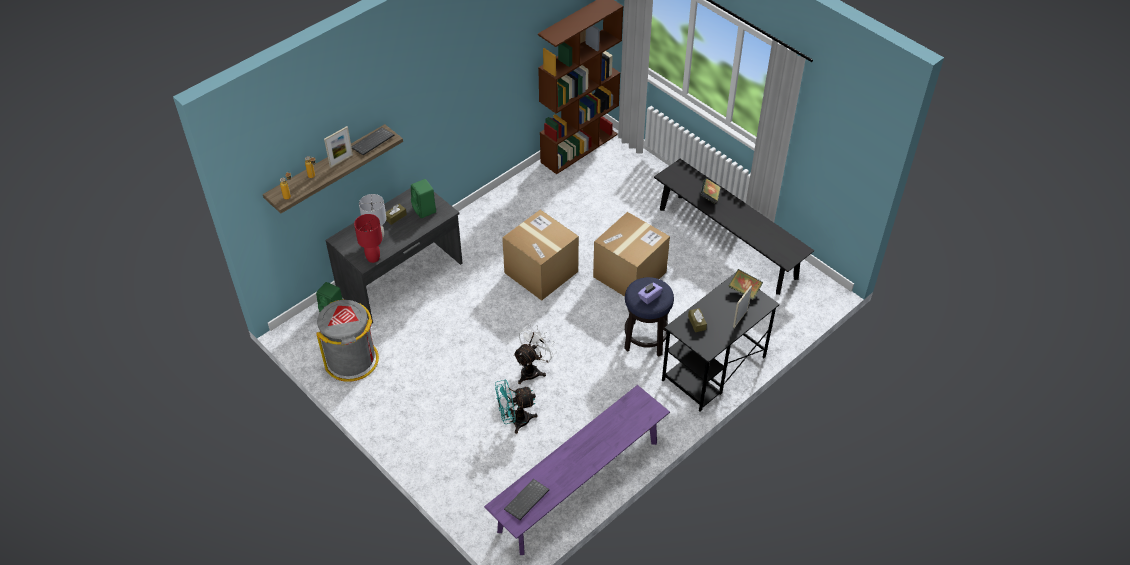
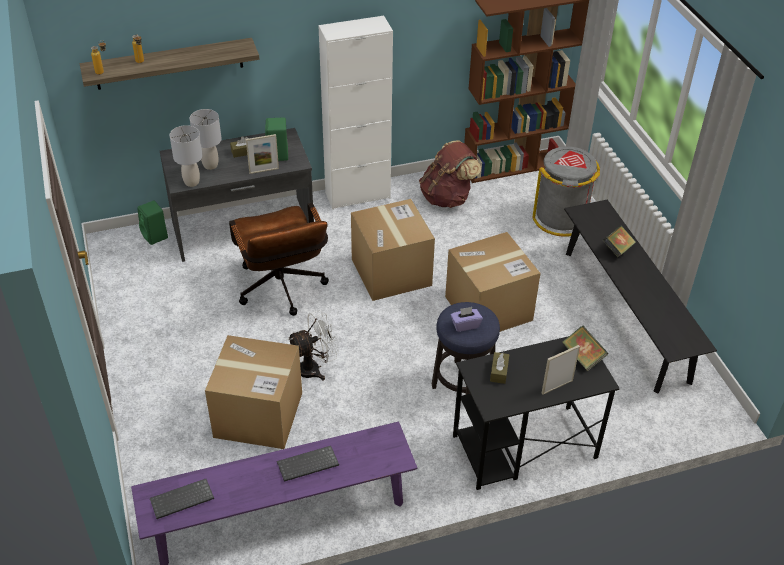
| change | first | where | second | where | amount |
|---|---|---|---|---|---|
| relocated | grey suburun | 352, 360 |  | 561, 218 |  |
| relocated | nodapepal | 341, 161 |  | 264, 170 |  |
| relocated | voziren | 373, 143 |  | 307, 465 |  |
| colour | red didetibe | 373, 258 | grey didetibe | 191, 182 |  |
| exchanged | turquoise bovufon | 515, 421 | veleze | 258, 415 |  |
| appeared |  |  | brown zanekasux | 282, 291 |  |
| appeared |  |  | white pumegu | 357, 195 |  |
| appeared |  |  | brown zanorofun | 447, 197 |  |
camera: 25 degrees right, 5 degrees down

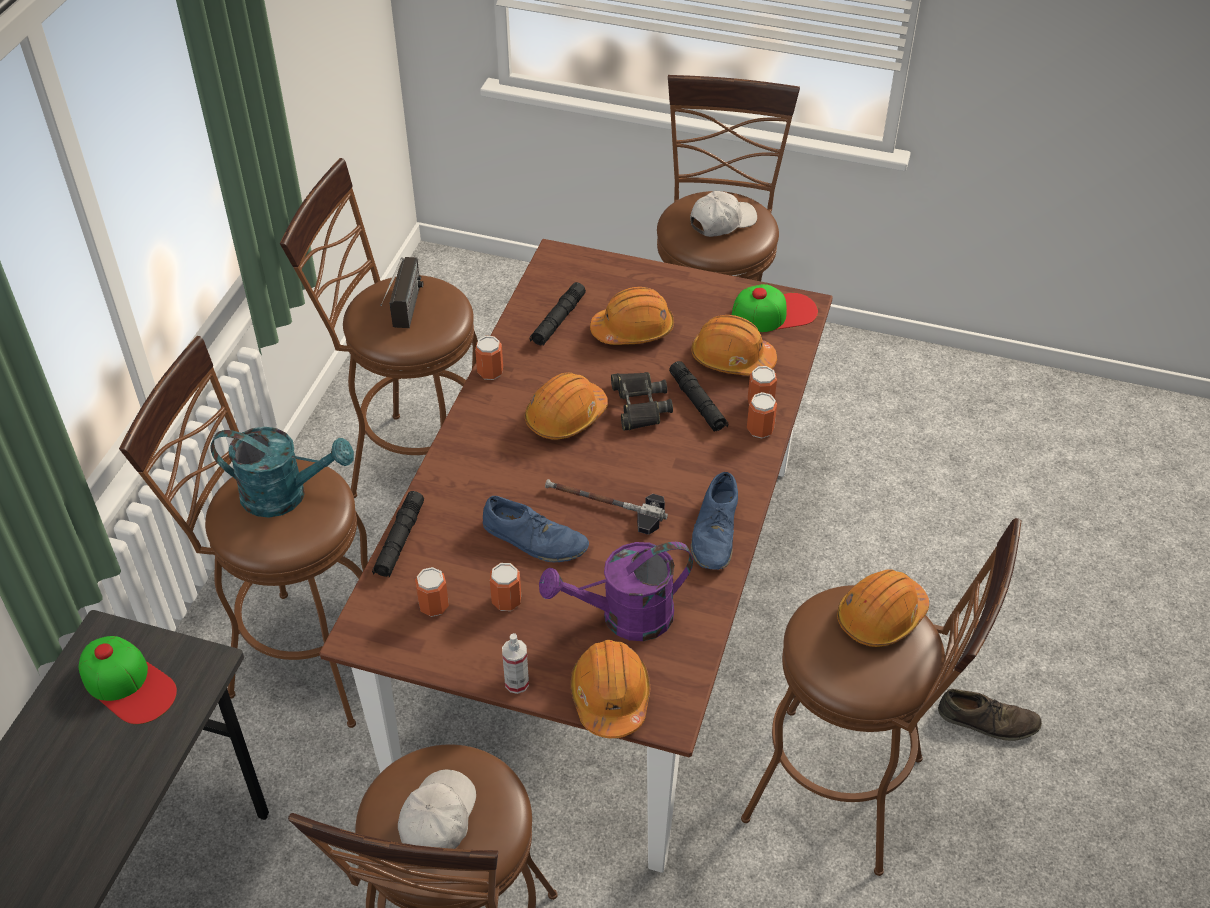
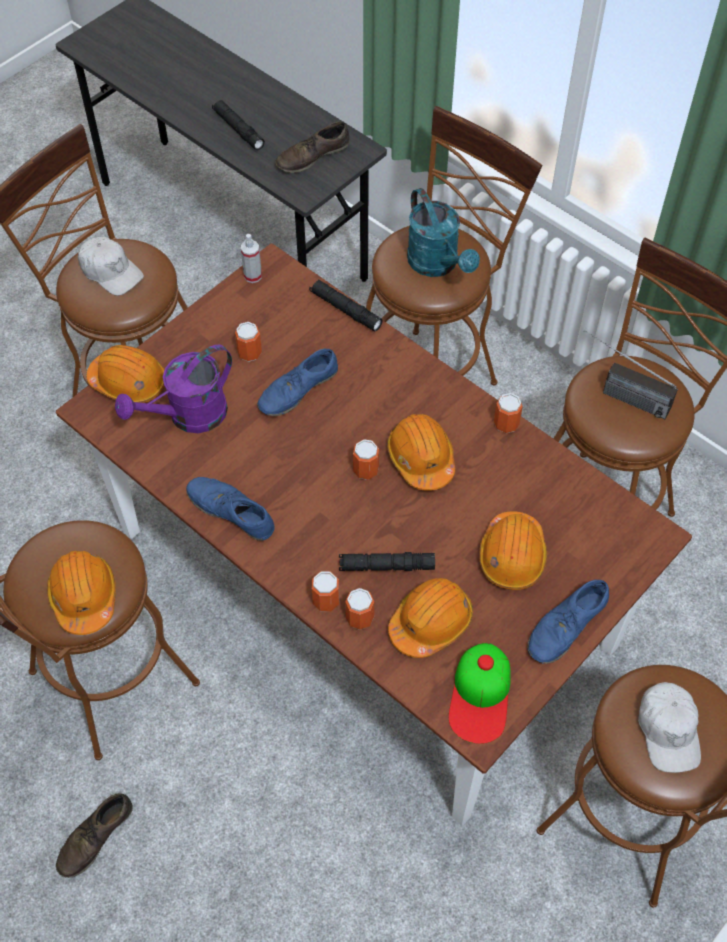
| change | first | where | second | where | amount |
|---|---|---|---|---|---|
| exchanged | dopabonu | 128, 684 | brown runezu | 312, 156 |  |
| spun | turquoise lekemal | 286, 495 |  | 437, 265 | 60 degrees counterclockwise |
| relocated | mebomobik | 434, 606 |  | 366, 470 |  |
| relocated | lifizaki | 517, 683 |  | 253, 276 |  |
| relocated | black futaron | 558, 320 |  | 238, 129 |  |
| spun | purple lekemal | 624, 618 |  | 188, 417 | 135 degrees counterclockwise |
| missing | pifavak | 604, 506 |  |  |  |
| missing | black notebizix | 639, 405 |  |  |  |
| appeared |  |  | blue runezu | 566, 626 |  |
camera: 115 degrees right, 10 degrees up

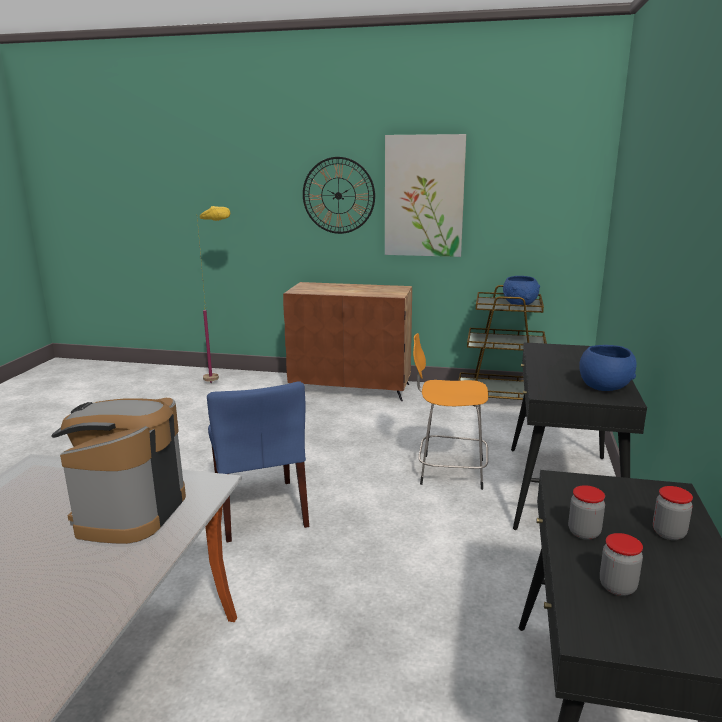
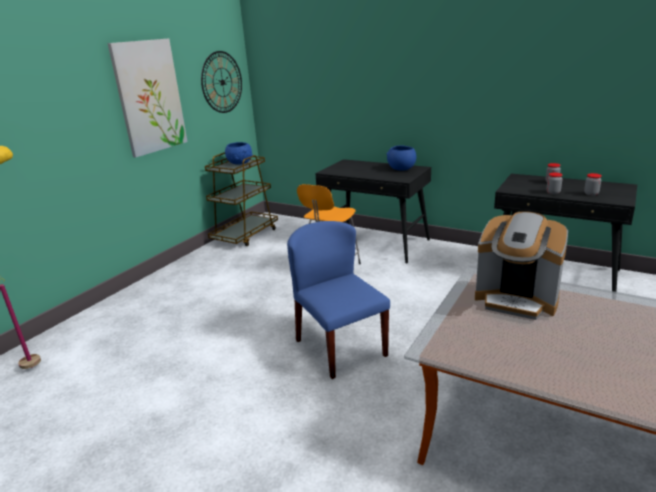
| change | first | where | second | where | amount |
|---|---|---|---|---|---|
| spun | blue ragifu | 261, 510 |  | 340, 347 | 120 degrees counterclockwise |
| missing | brown pumegu | 351, 388 |  |  |  |
| relocated | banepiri | 338, 195 |  | 222, 82 |  |
camera: 70 degrees left, 5 degrees up

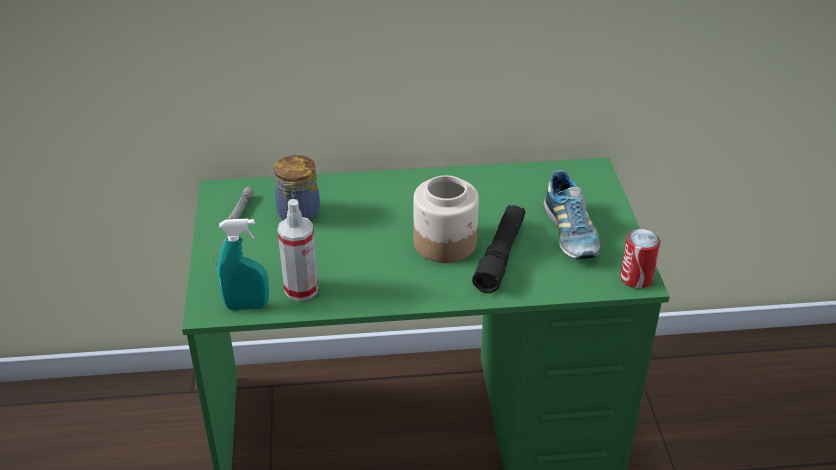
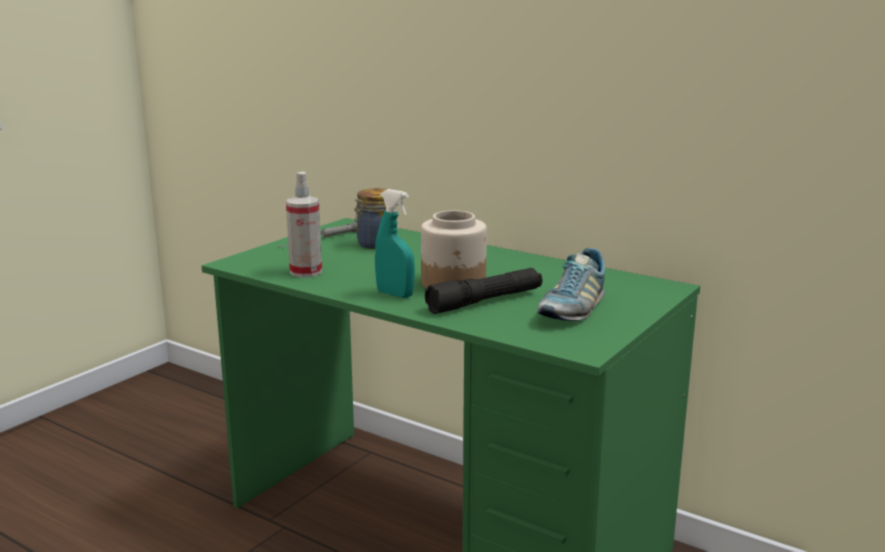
| change | first | where | second | where | amount |
|---|---|---|---|---|---|
| relocated | turquoise lifizaki | 247, 306 |  | 395, 294 |  |
| missing | mebomobik | 636, 278 |  |  |  |
camera: 40 degrees right, 20 degrees down

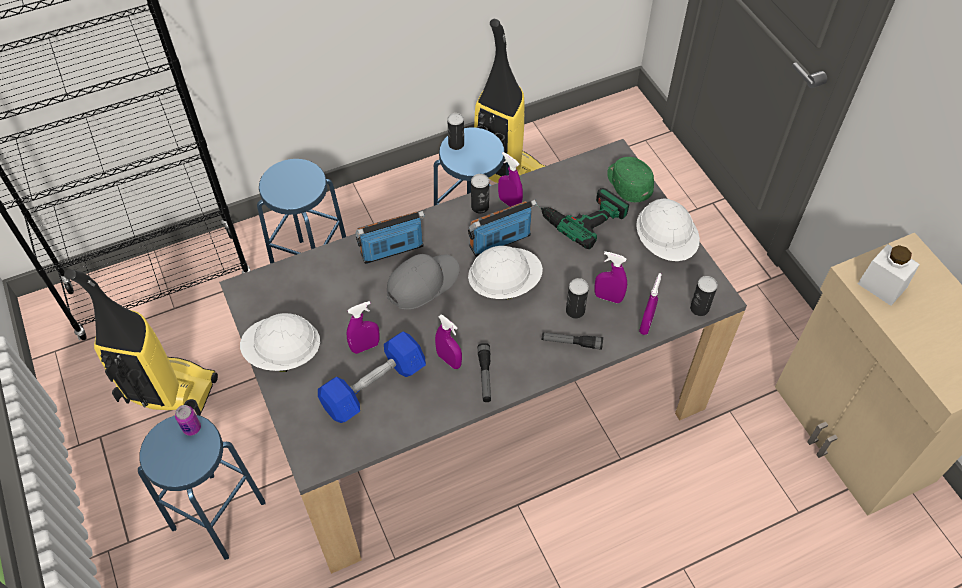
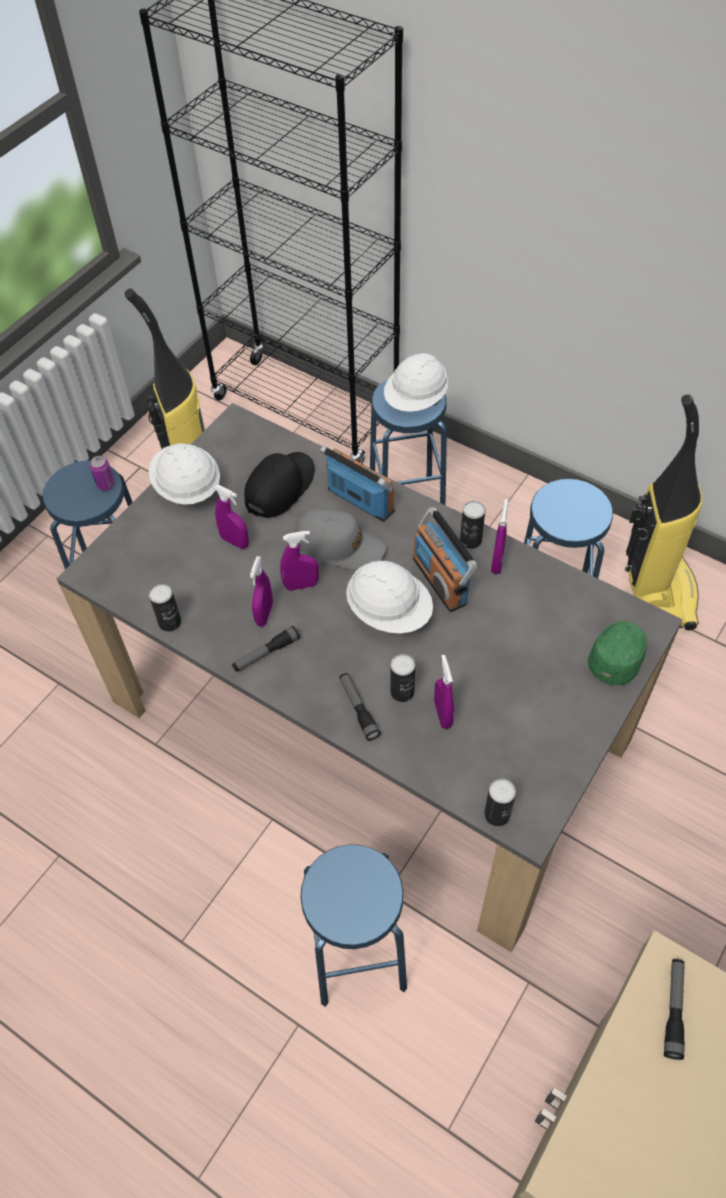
| change | first | where | second | where | amount |
|---|---|---|---|---|---|
| missing | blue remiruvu | 374, 386 |  |  |  |
| relocated | mebomobik | 456, 144 |  | 169, 622 |  |
| spun | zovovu | 500, 241 |  | 440, 580 | 150 degrees counterclockwise |
| missing | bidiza | 577, 213 |  |  |  |
| relocated | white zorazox | 665, 243 |  | 416, 400 |  |
| relocated | purple lifizaki | 646, 324 |  | 301, 585 |  |
| exchanged | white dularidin | 882, 285 | futaron | 673, 1010 |  |
| appeared |  |  | black dopabonu | 280, 487 |  |
| appeared |  |  | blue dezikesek | 357, 955 |  |
camera: 60 degrees right, 0 degrees up

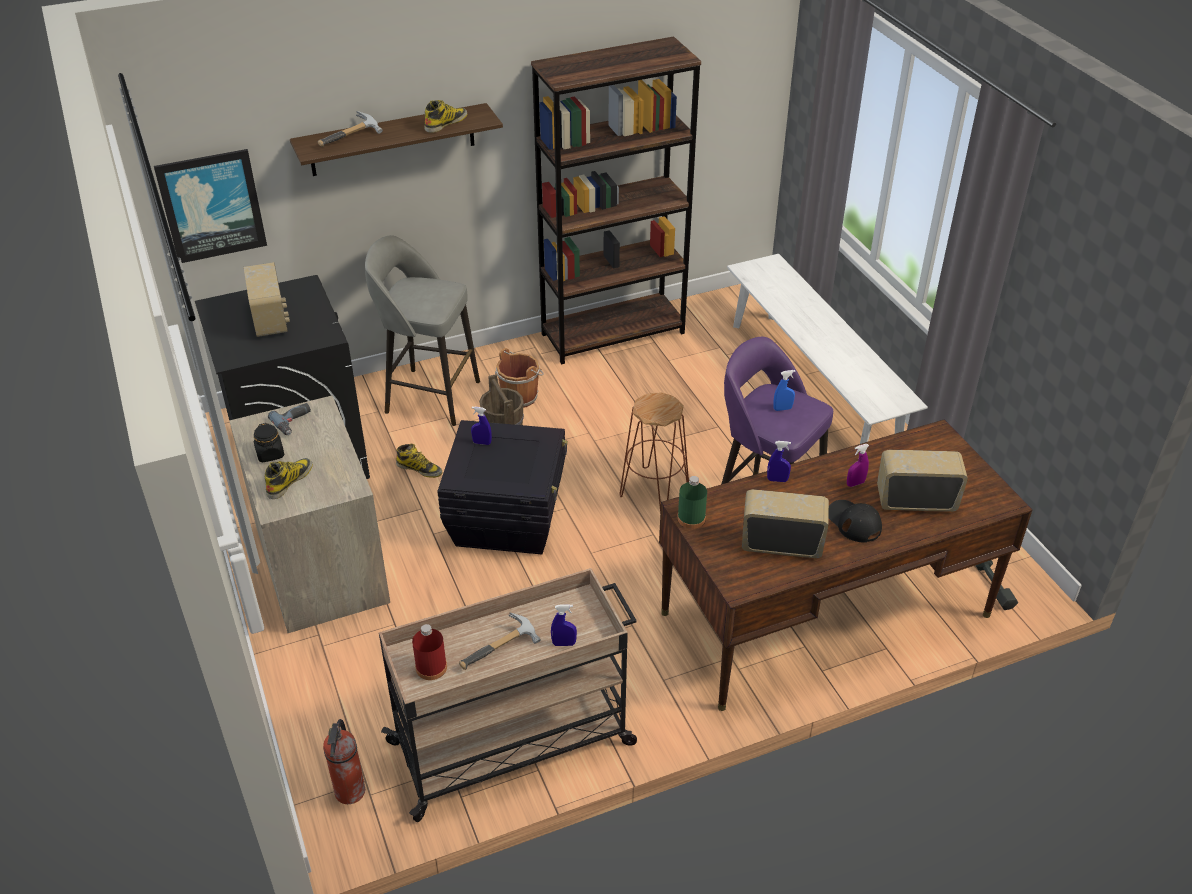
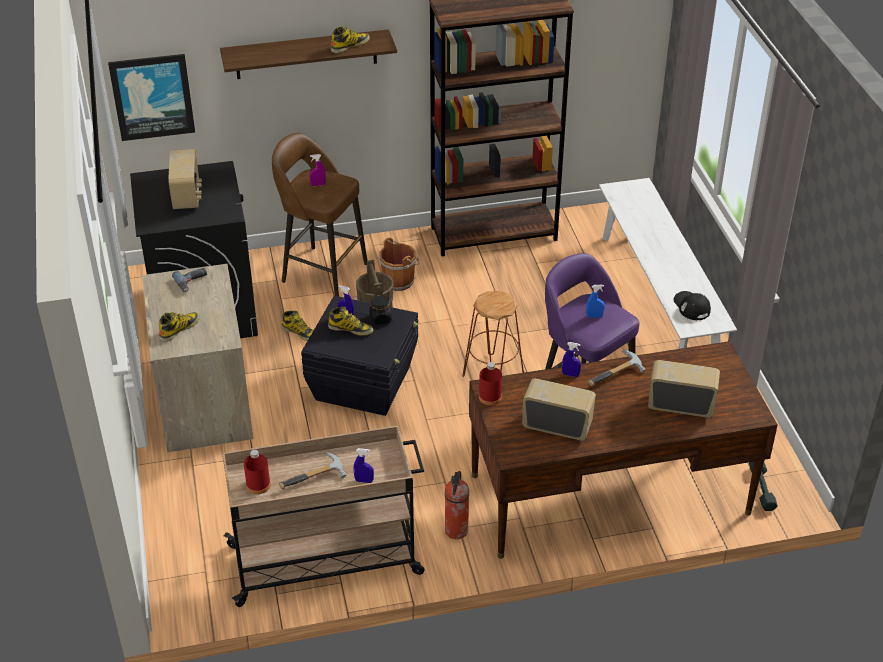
| change | first | where | second | where | amount |
|---|---|---|---|---|---|
| relocated | black dularidin | 270, 454 |  | 380, 319 |  |
| relocated | pifavak | 352, 138 |  | 617, 376 |  |
| relocated | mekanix | 349, 793 |  | 456, 531 |  |
| colour | grey dezikesek | 429, 396 | brown dezikesek | 322, 272 |  |
| colour | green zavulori | 691, 518 | red zavulori | 490, 397 |  |
| relocated | black dopabonu | 853, 522 |  | 691, 306 |  |
| relocated | purple lifizaki | 855, 483 |  | 318, 185 |  |
| appeared |  |  | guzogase | 351, 329 |  |
camera: 10 degrees right, 0 degrees up

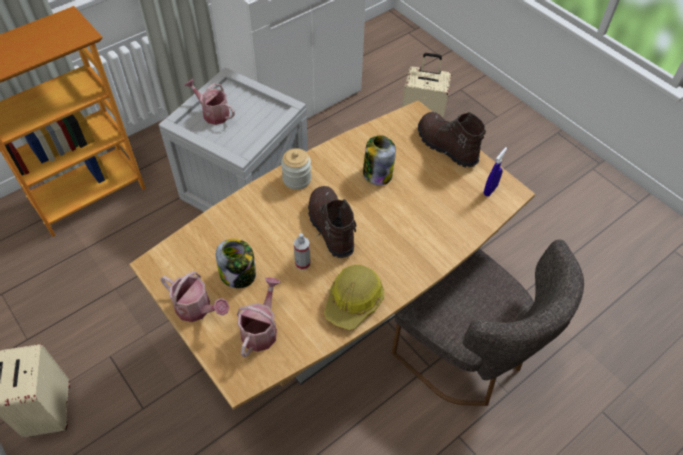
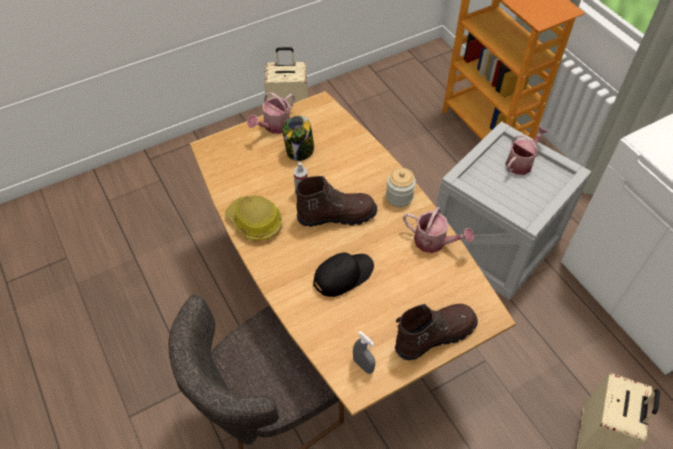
| change | first | where | second | where | amount |
|---|---|---|---|---|---|
| relocated | lekemal | 261, 329 |  | 434, 242 |  |
| missing | dularidin | 377, 174 |  |  |  |
| colour | blue lifizaki | 490, 190 | grey lifizaki | 363, 365 |  |
| appeared |  |  | black dopabonu | 343, 275 |  |
camera: 100 degrees right, 0 degrees up

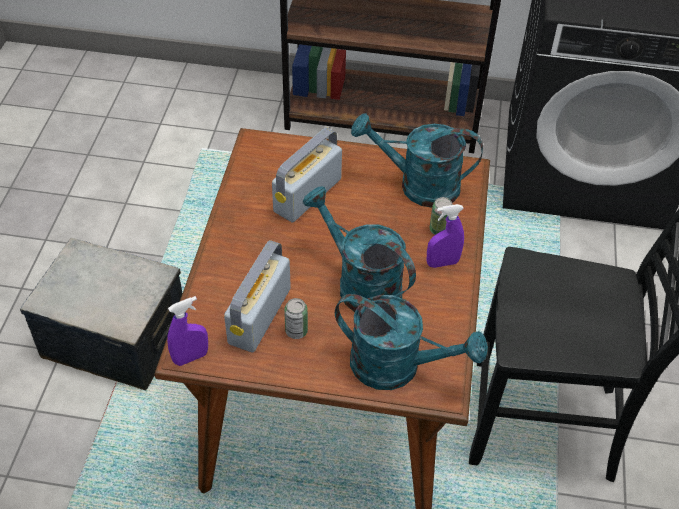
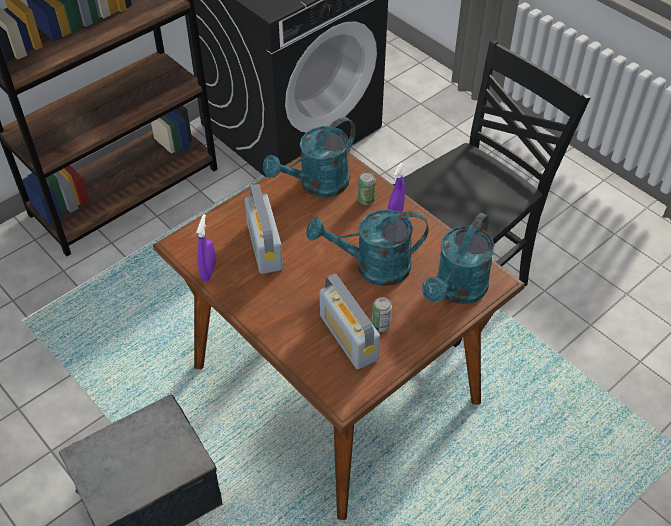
| change | first | where | second | where | amount |
|---|---|---|---|---|---|
| relocated | purple lifizaki | 191, 357 |  | 208, 271 |  |
| spun | turquoise lekemal | 397, 367 |  | 457, 291 | 150 degrees clockwise |
camera: 50 degrees left, 0 degrees up

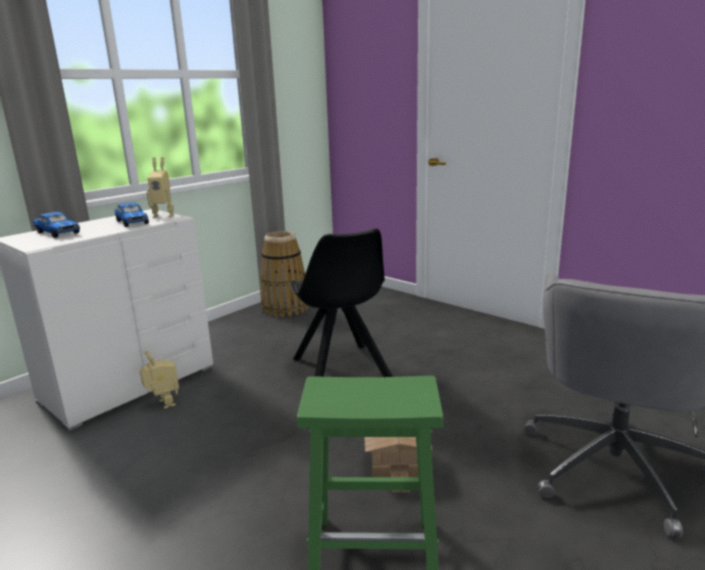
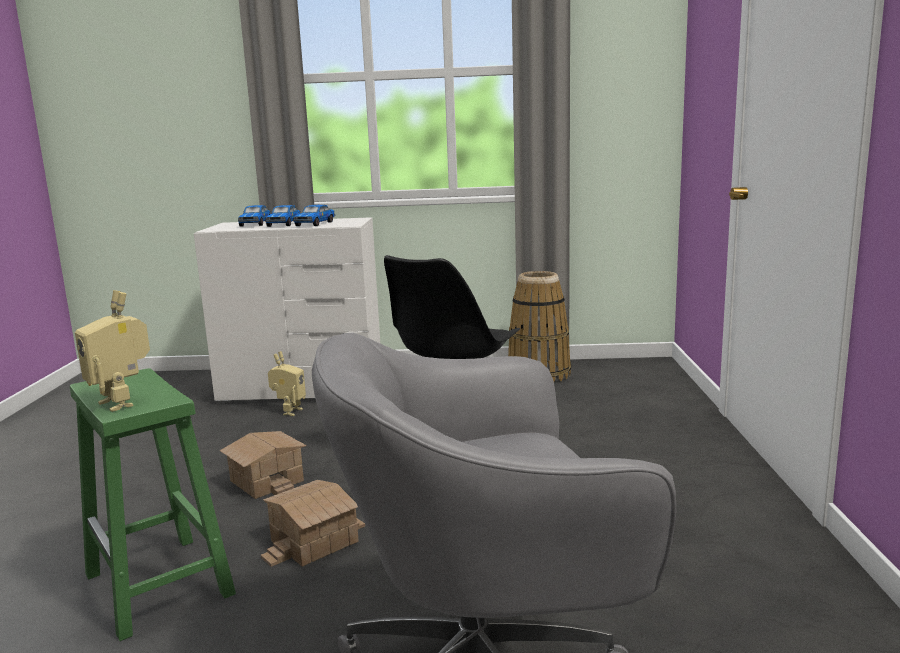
| change | first | where | second | where | amount |
|---|---|---|---|---|---|
| relocated | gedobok | 164, 215 |  | 123, 402 |  |
| appeared |  |  | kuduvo | 268, 480 |  |
| appeared |  |  | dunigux | 284, 224 |  |
camera: 50 degrees right, 5 degrees down

